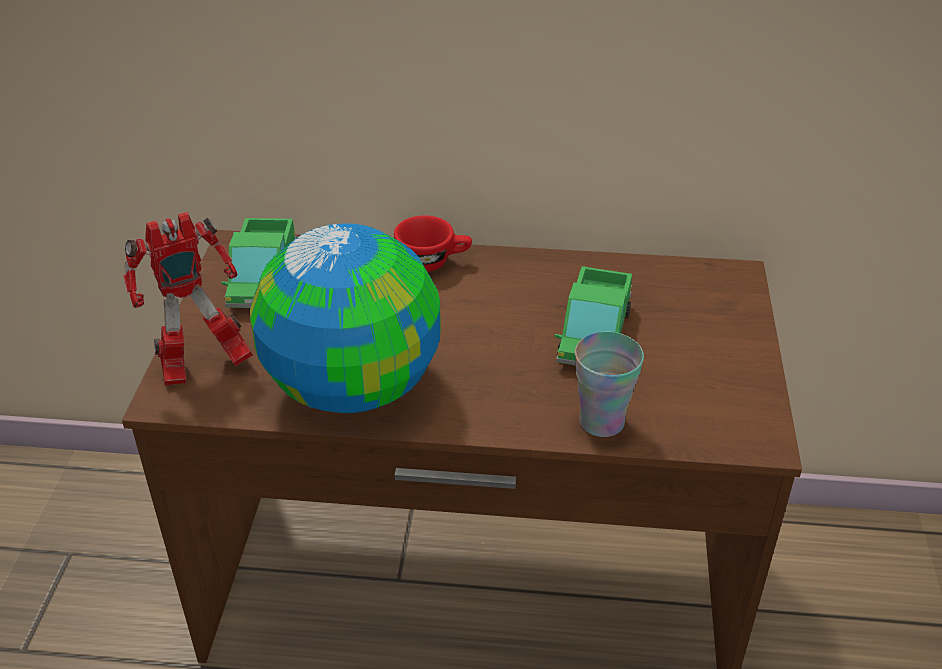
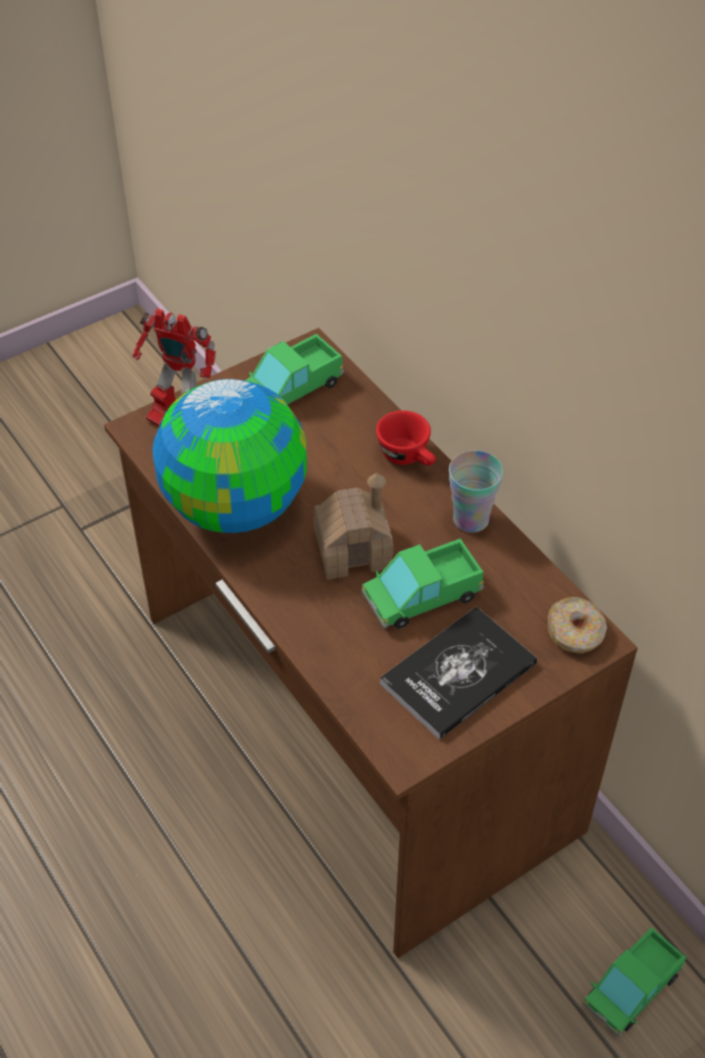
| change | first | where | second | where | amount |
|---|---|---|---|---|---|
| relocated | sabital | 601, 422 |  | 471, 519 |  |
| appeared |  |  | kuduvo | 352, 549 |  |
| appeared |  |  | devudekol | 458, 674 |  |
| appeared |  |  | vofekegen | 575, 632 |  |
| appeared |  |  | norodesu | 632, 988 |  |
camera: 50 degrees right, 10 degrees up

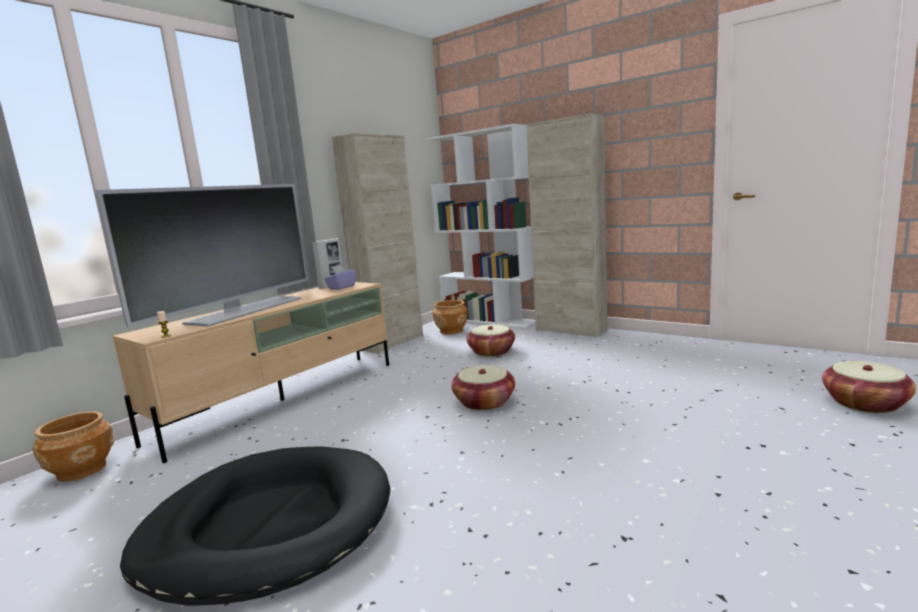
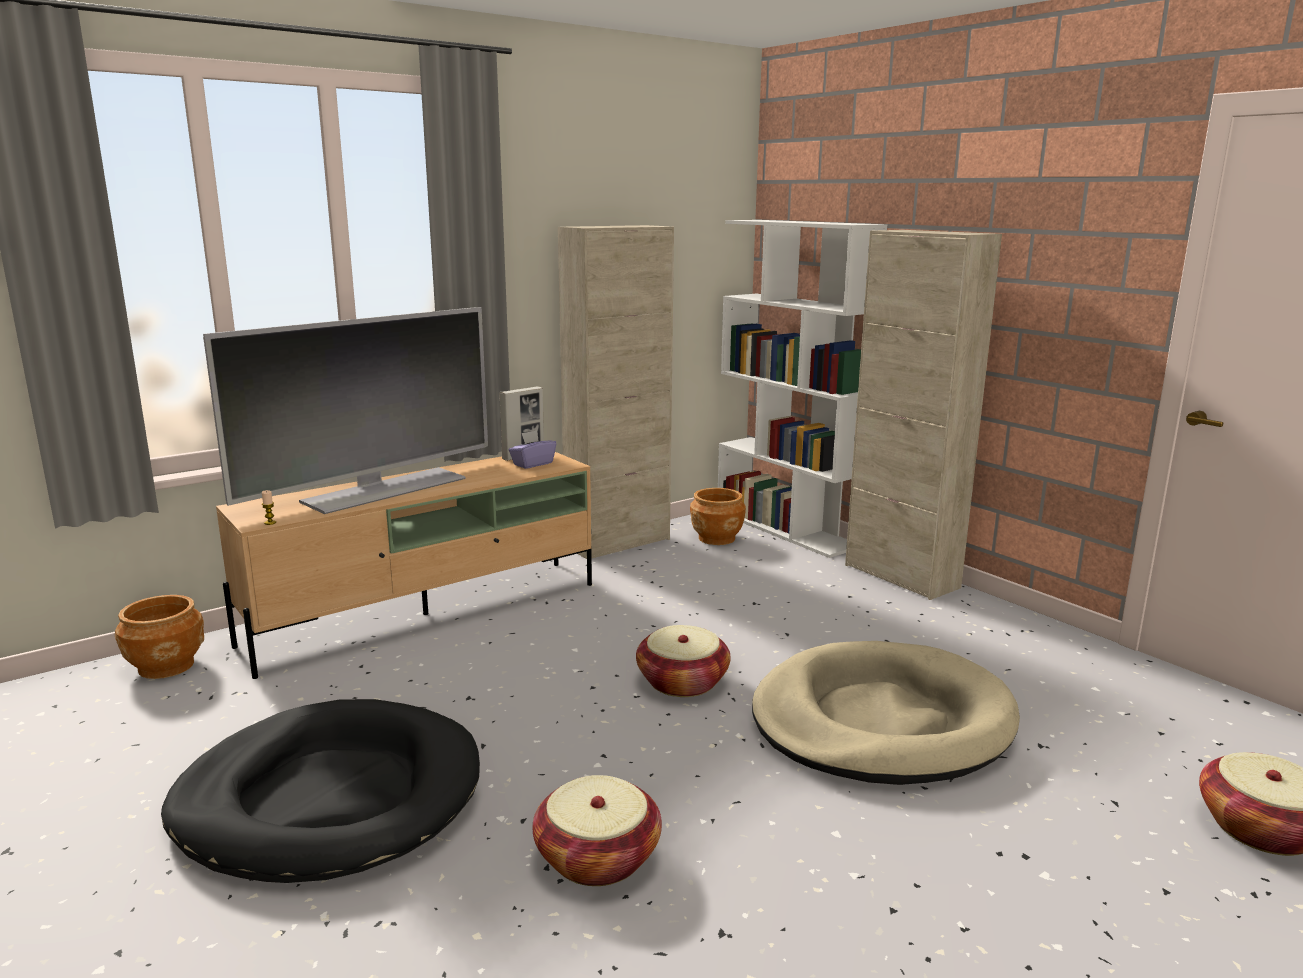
| change | first | where | second | where | amount |
|---|---|---|---|---|---|
| relocated | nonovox | 491, 352 |  | 597, 857 |  |
| appeared |  |  | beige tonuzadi | 881, 721 |  |
camera: 15 degrees right, 5 degrees up

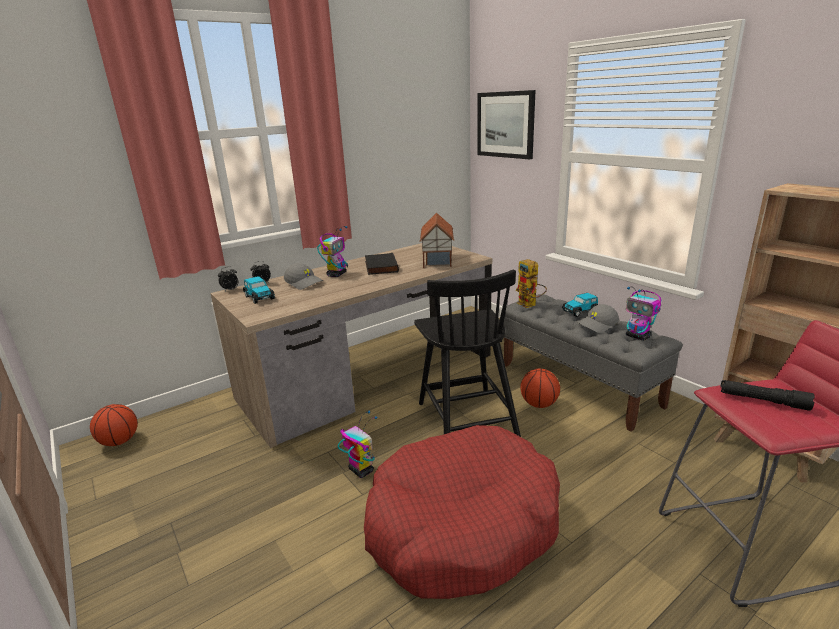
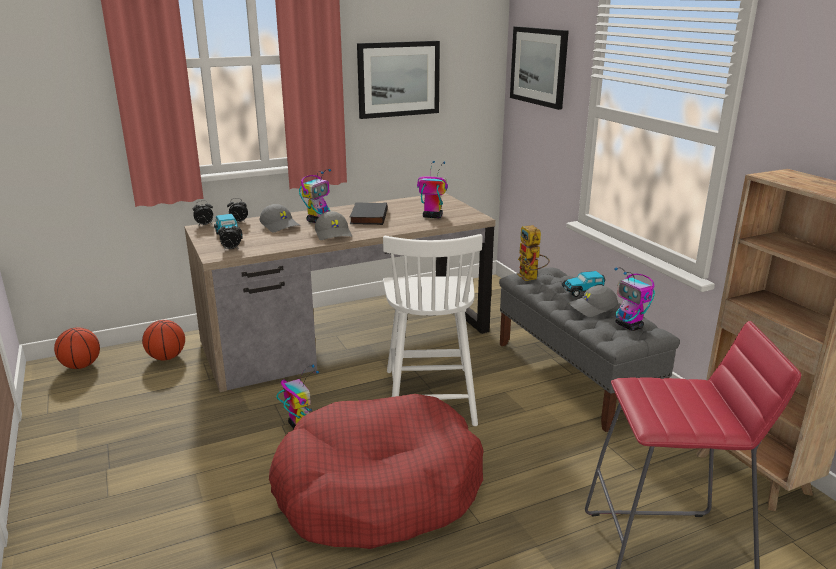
| change | first | where | second | where | amount |
|---|---|---|---|---|---|
| colour | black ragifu | 466, 421 | white ragifu | 429, 395 |  |
| exchanged | kuduvo | 436, 261 | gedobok | 432, 216 |  |
| relocated | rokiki | 539, 404 |  | 167, 357 |  |
| missing | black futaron | 763, 401 |  |  |  |
| appeared |  |  | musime | 231, 249 |  |
| appeared |  |  | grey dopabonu | 334, 234 |  |
| appeared |  |  | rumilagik | 398, 79 |  |
camera: 10 degrees right, 0 degrees up

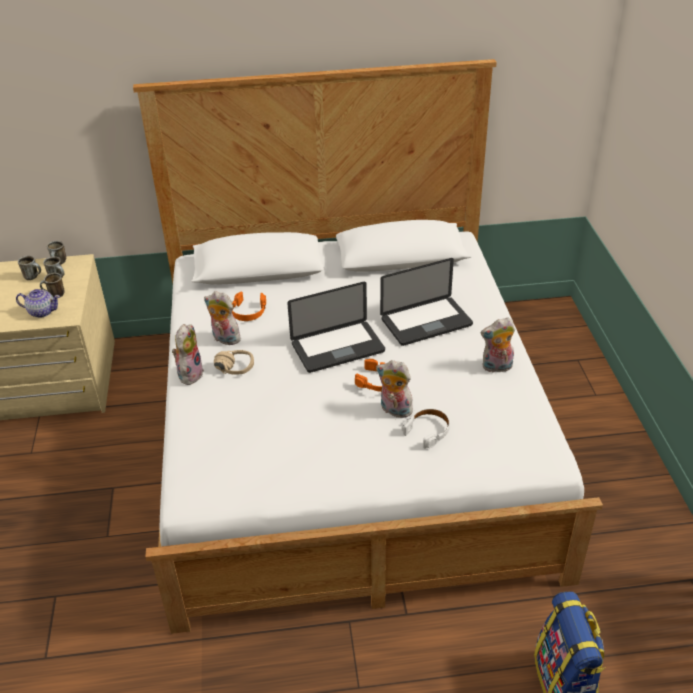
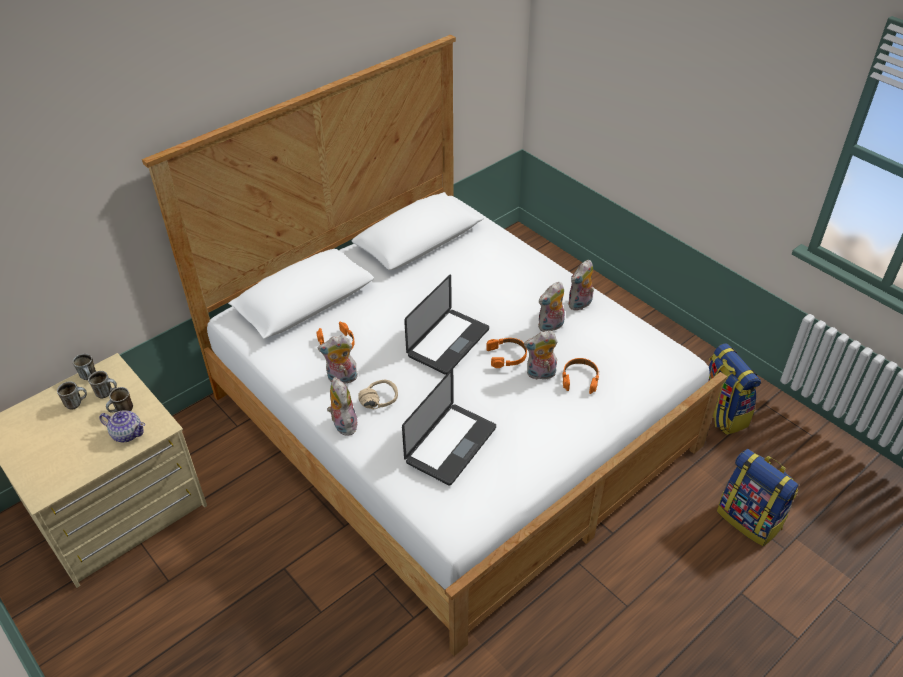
| change | first | where | second | where | amount |
|---|---|---|---|---|---|
| spun | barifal | 42, 311 |  | 127, 433 | 45 degrees clockwise |
| relocated | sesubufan | 426, 322 |  | 451, 445 |  |
| colour | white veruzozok | 428, 431 | orange veruzozok | 580, 379 |  |
| appeared |  |  | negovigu | 551, 327 |  |
| appeared |  |  | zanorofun | 720, 413 |  |
camera: 35 degrees left, 5 degrees up

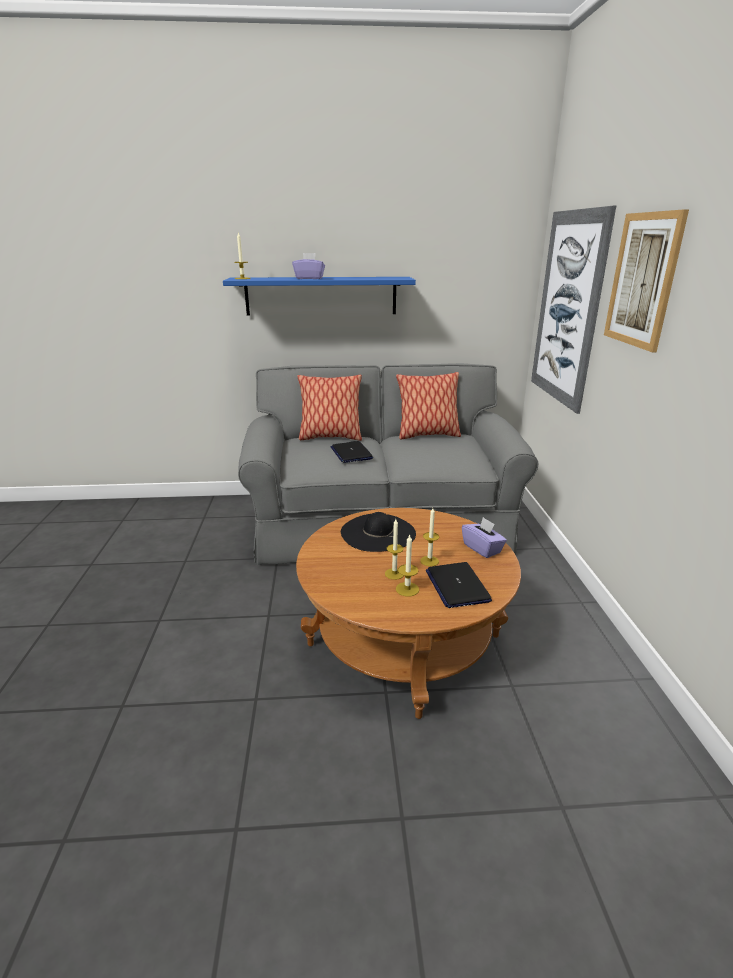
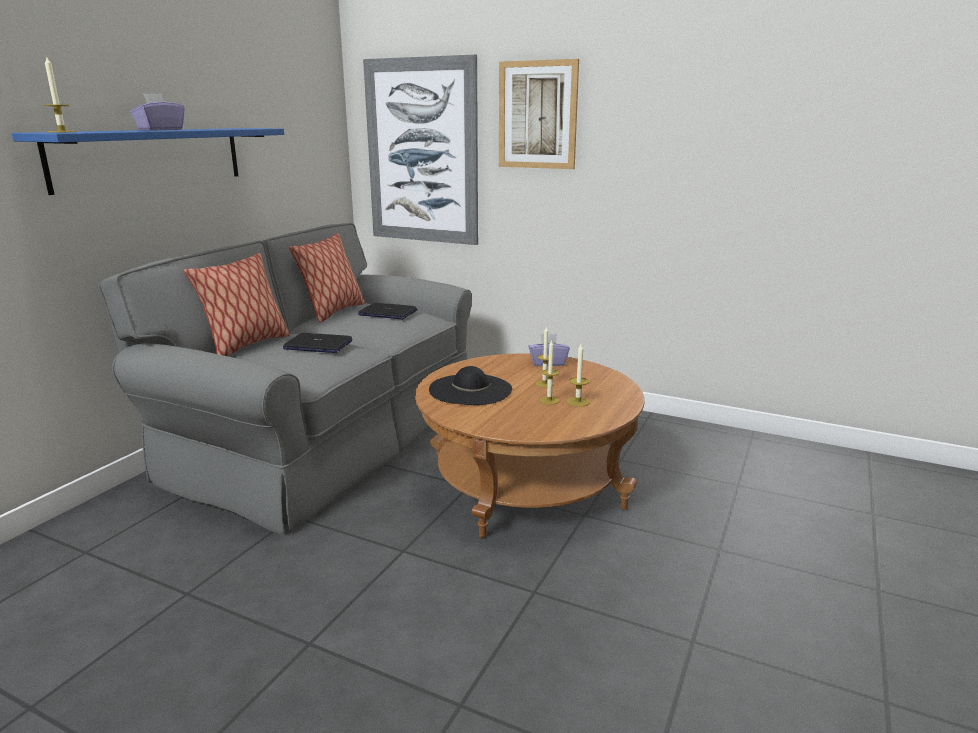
| change | first | where | second | where | amount |
|---|---|---|---|---|---|
| relocated | sesubufan | 457, 586 |  | 387, 313 |  |
camera: 60 degrees left, 5 degrees down

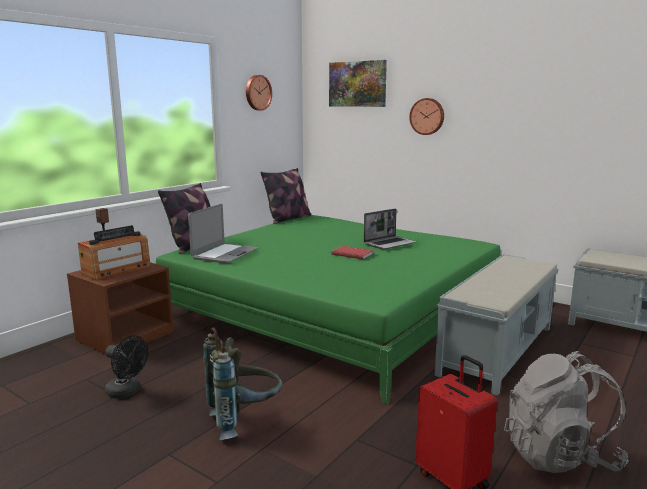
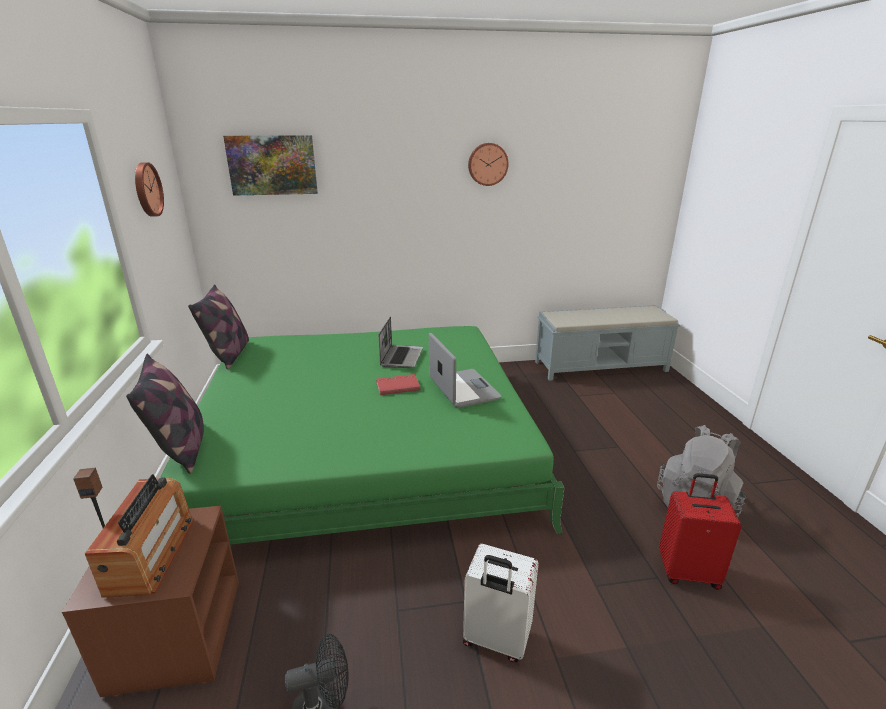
| change | first | where | second | where | amount |
|---|---|---|---|---|---|
| relocated | sesubufan | 225, 254 |  | 463, 389 |  |
| exchanged | grey zanorofun | 244, 420 | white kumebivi | 496, 640 |  |
| relocated | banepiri | 427, 116 |  | 487, 164 |  |
| missing | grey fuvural | 497, 349 |  |  |  |
camera: 45 degrees left, 10 degrees up

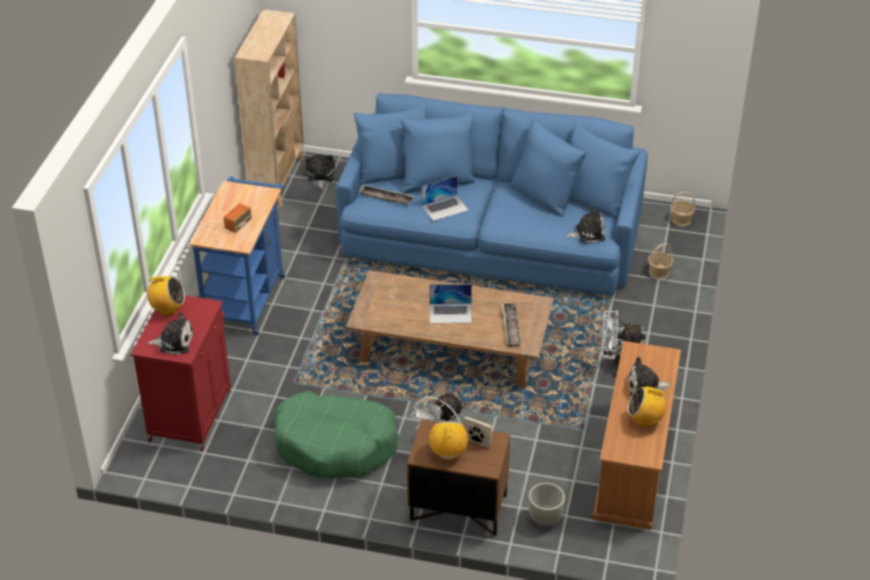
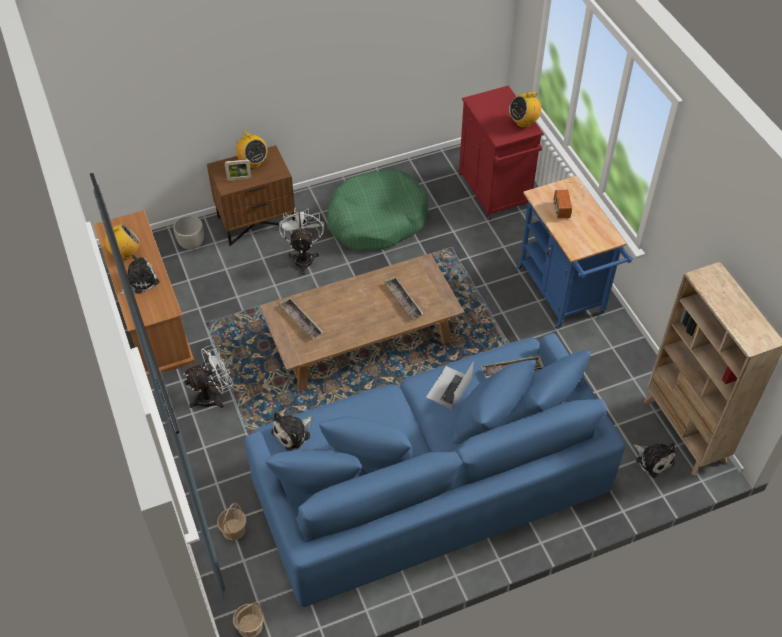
| change | first | where | second | where | amount |
|---|---|---|---|---|---|
| missing | negovigu | 174, 342 |  |  |  |
| missing | sesubufan | 450, 313 |  |  |  |
| appeared |  |  | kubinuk | 403, 300 |  |
camera: 145 degrees right, 10 degrees up

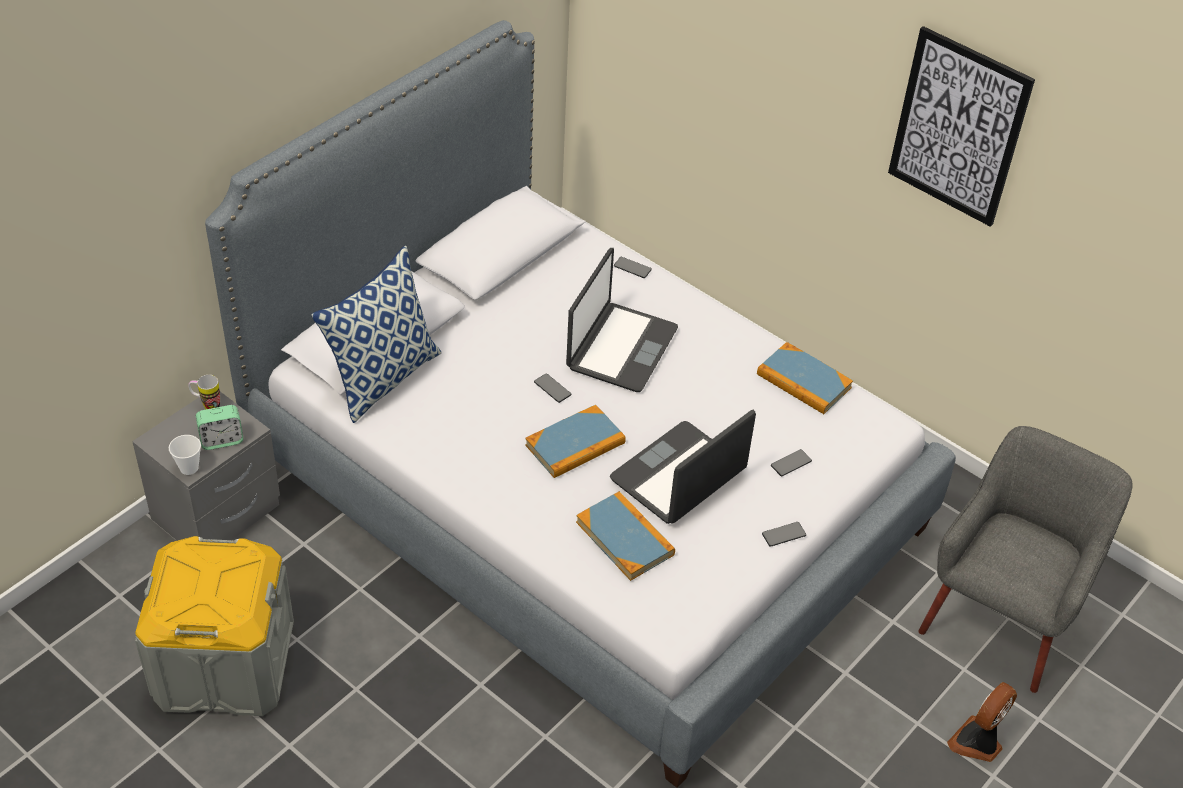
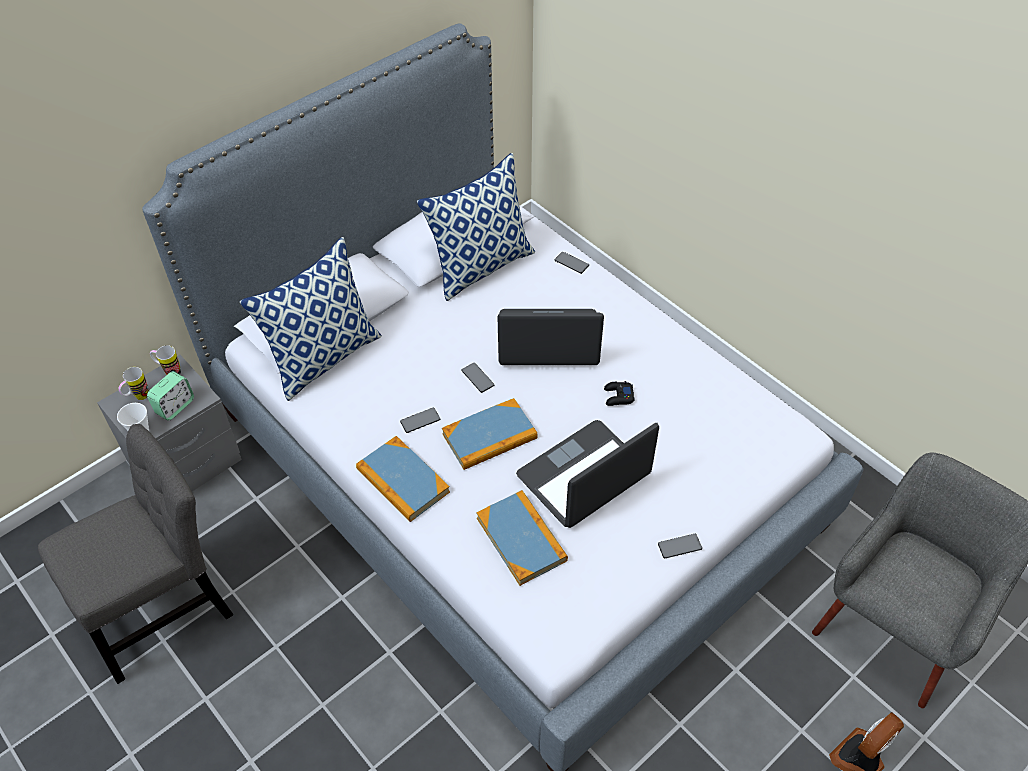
| change | first | where | second | where | amount |
|---|---|---|---|---|---|
| exchanged | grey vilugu | 225, 663 | grey ragifu | 164, 610 |  |
| spun | musime | 222, 440 |  | 175, 406 | 45 degrees counterclockwise |
| spun | sesubufan | 620, 348 |  | 548, 341 | 120 degrees counterclockwise |
| relocated | devudekol | 803, 381 |  | 403, 481 |  |
| relocated | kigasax | 791, 463 |  | 420, 421 |  |
| missing | rumilagik | 958, 127 |  |  |  |
| appeared |  |  | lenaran | 138, 397 |  |
| appeared |  |  | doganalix | 481, 266 |  |
| appeared |  |  | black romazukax | 618, 396 |  |
camera: 10 degrees right, 5 degrees up

